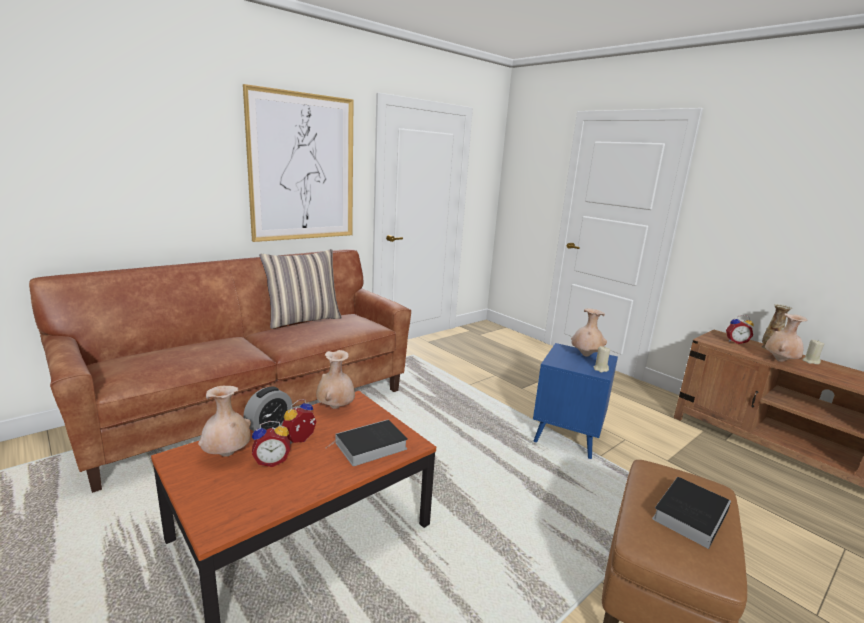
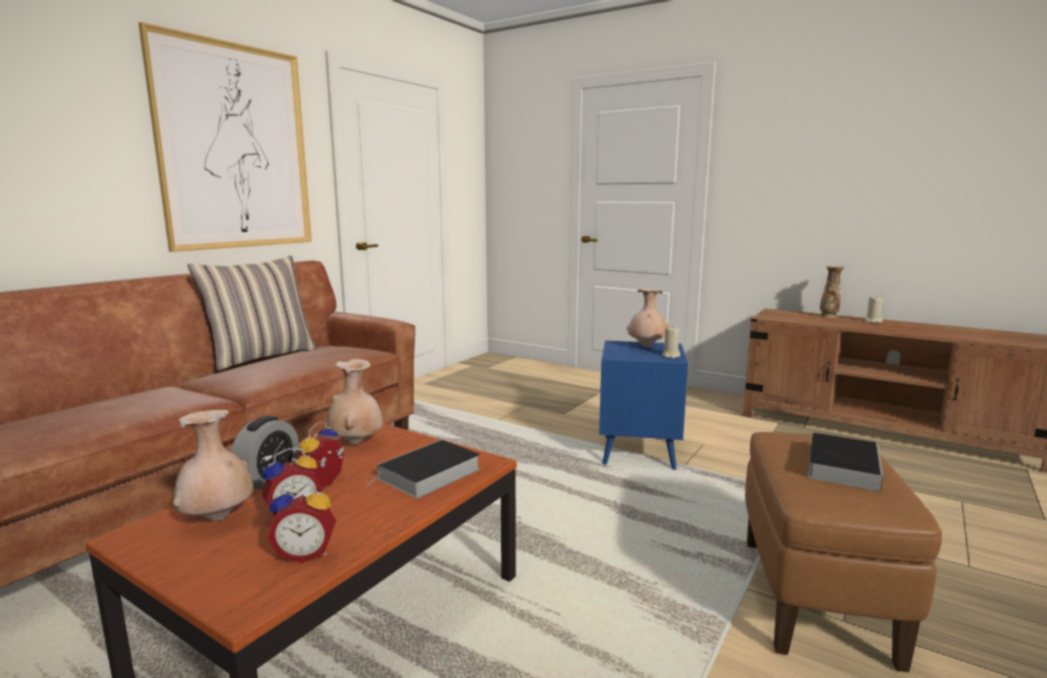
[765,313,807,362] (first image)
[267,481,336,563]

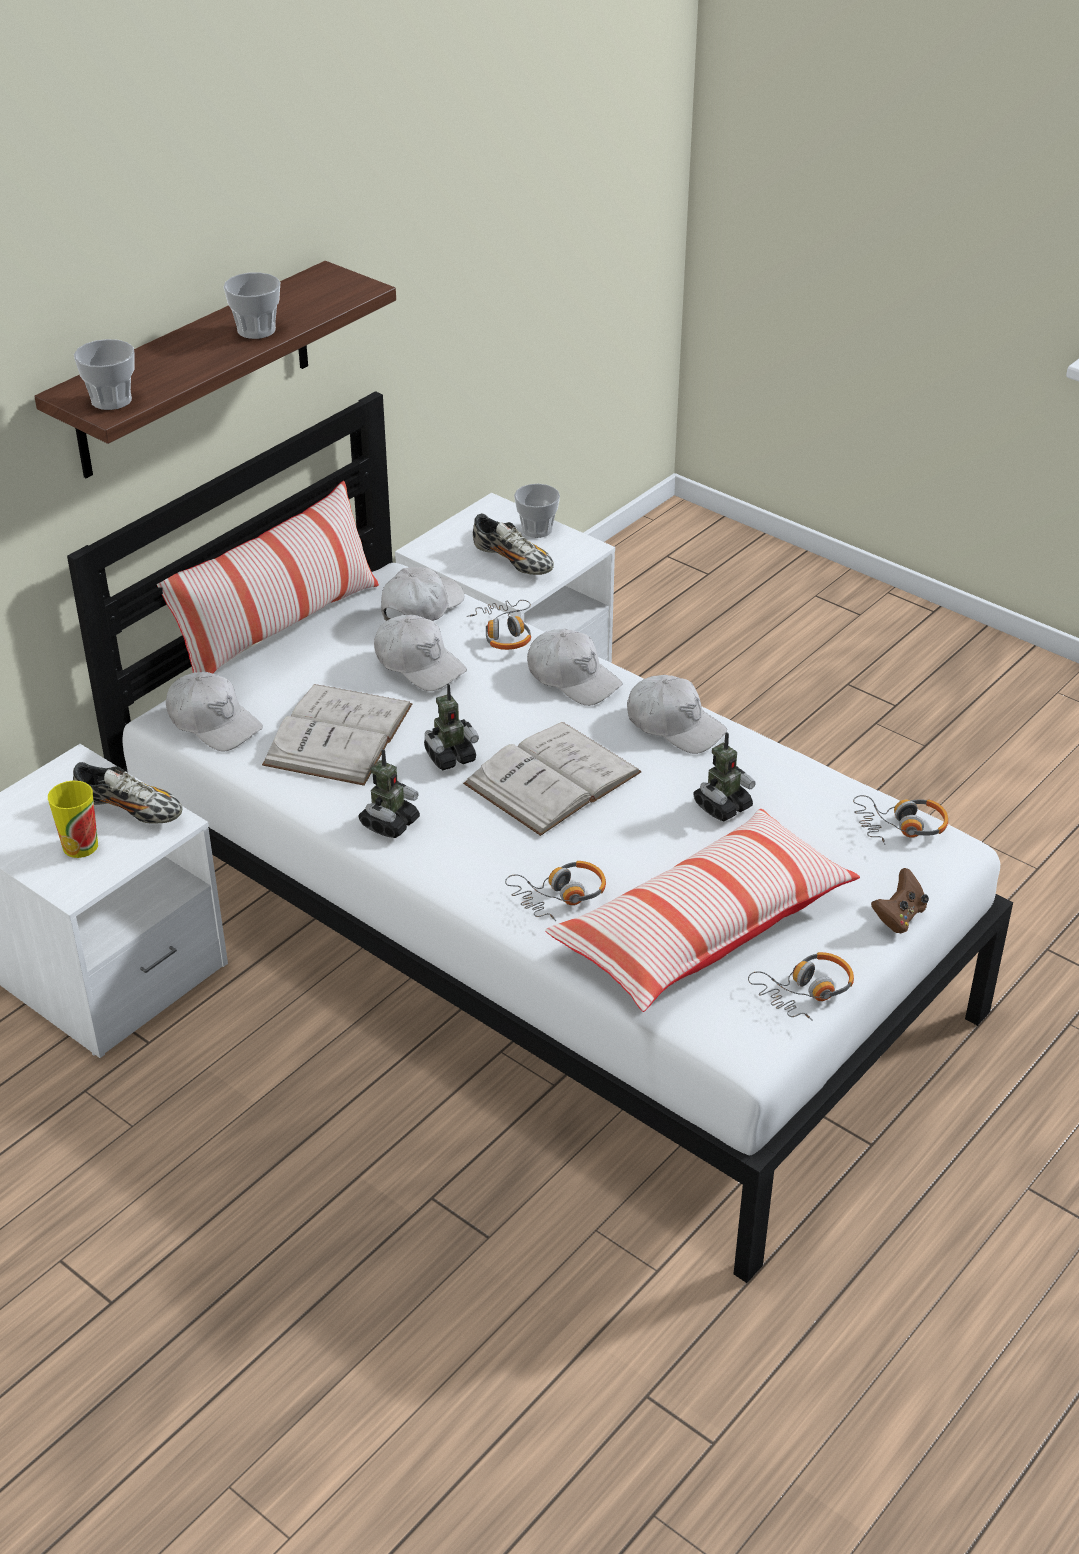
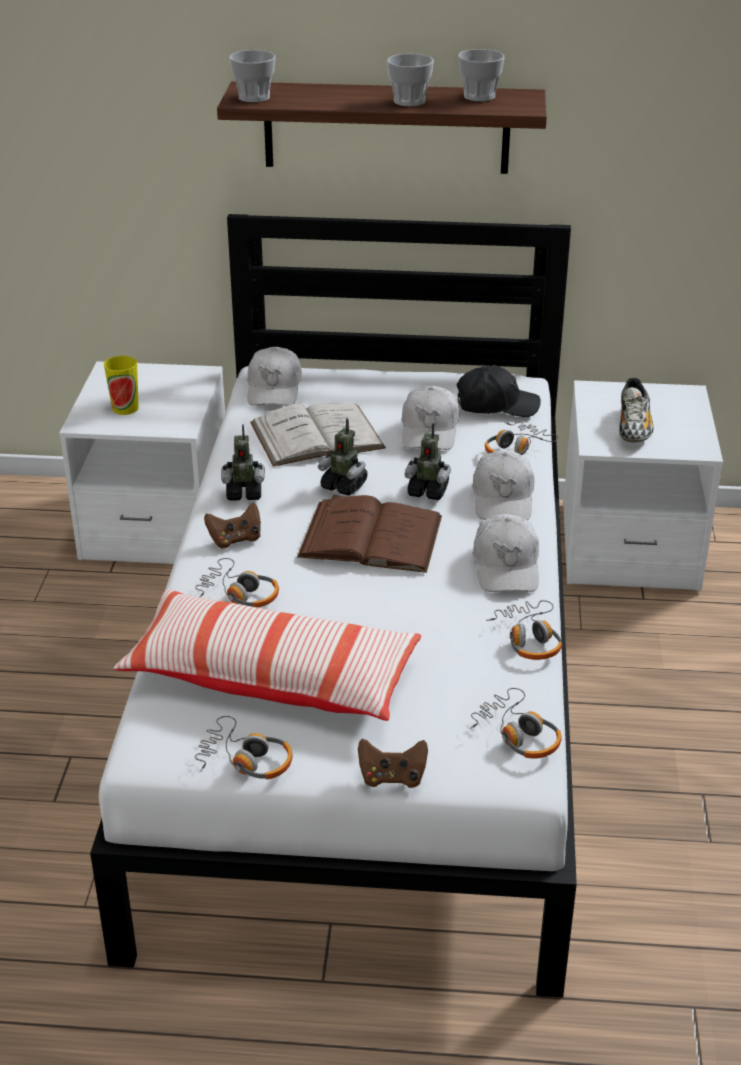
[157,481,379,674] (first image)
[458,49,505,102]
[456,365,541,417]
[297,495,442,573]
[405,423,451,500]
[73,762,182,824] (first image)
[204,503,261,549]
[486,600,562,660]

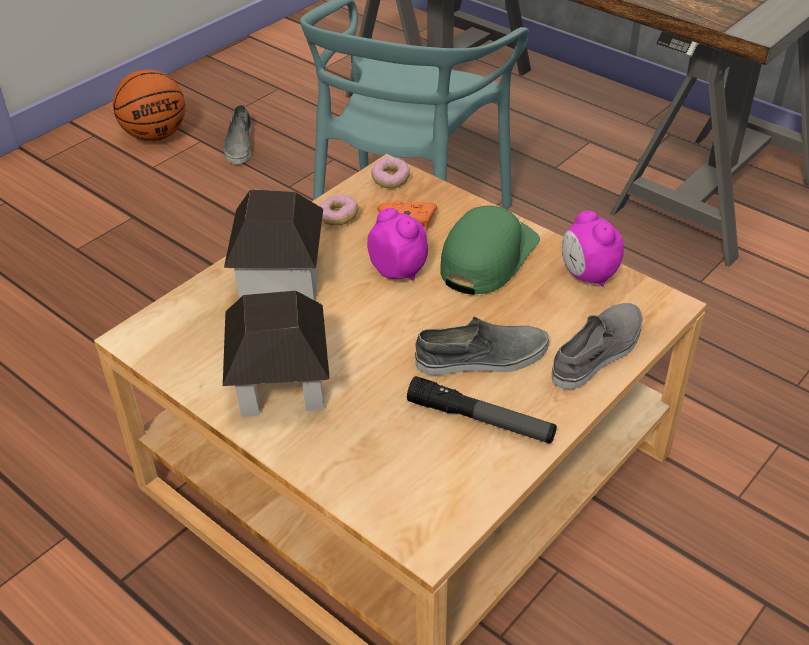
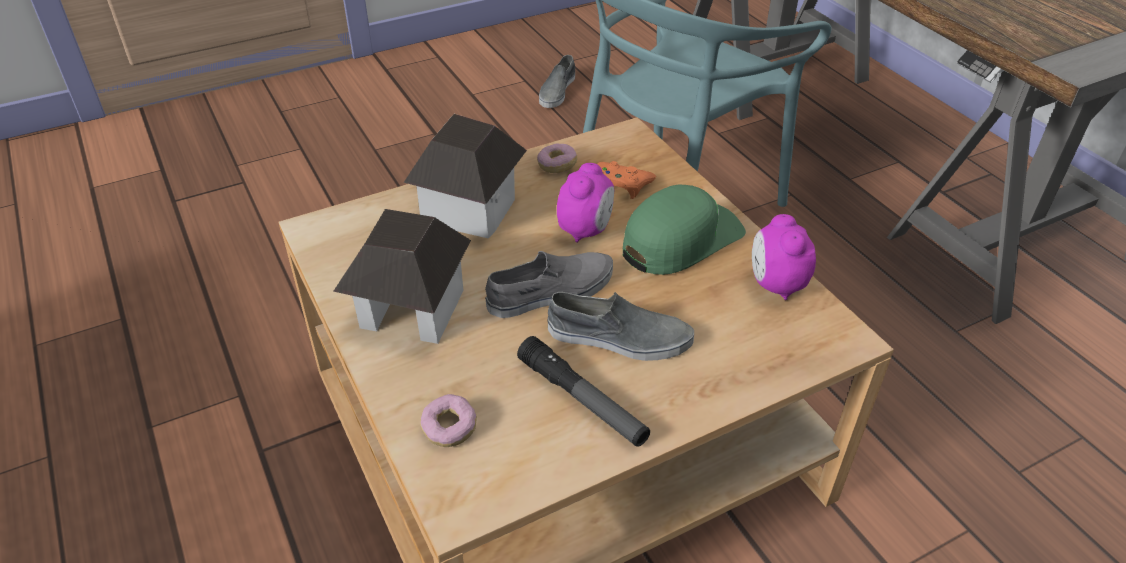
[113,69,186,141] (first image)
[420,394,477,447]
[557,163,614,243]
[485,251,613,318]

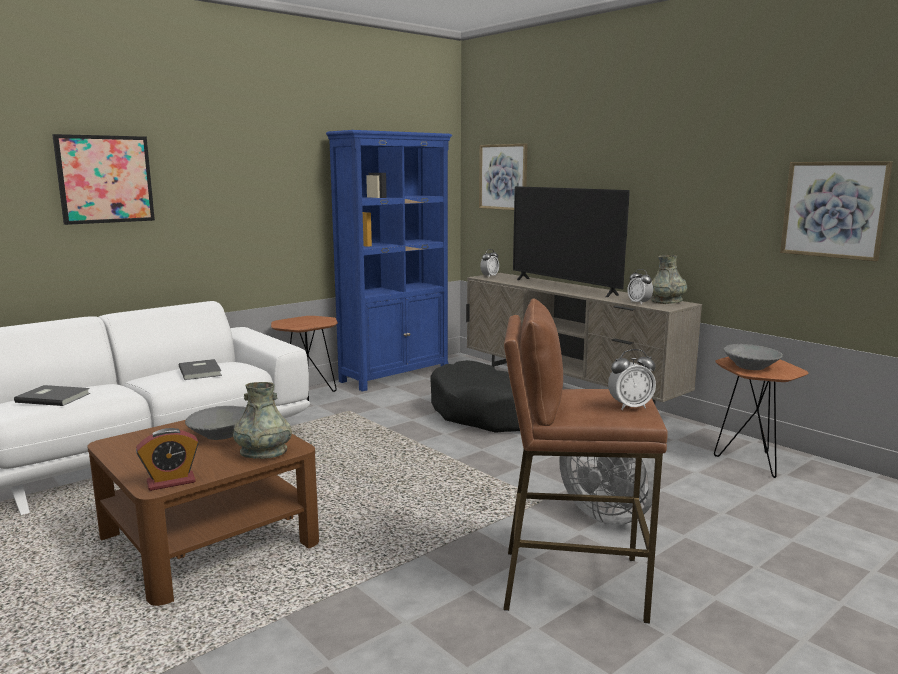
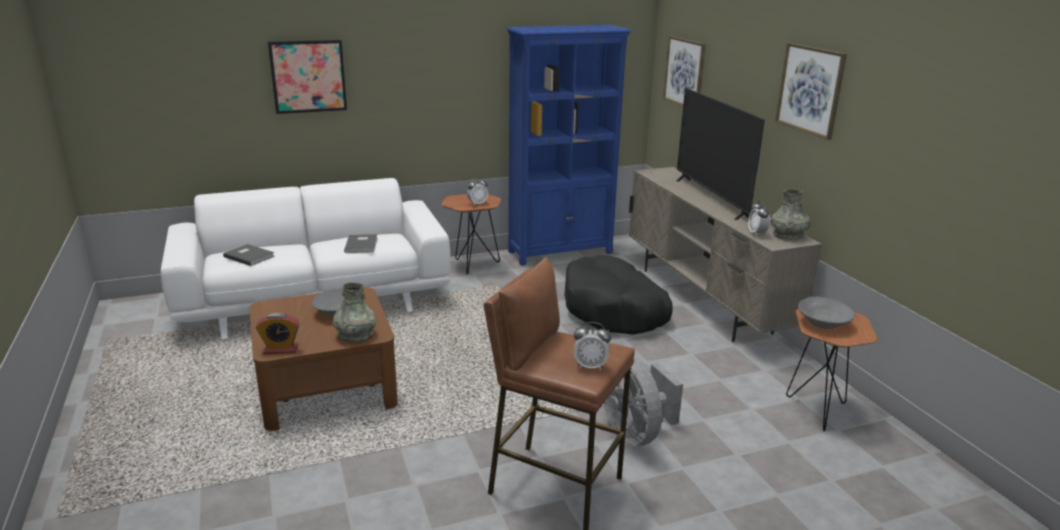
[775,43,847,140]
[467,177,488,205]

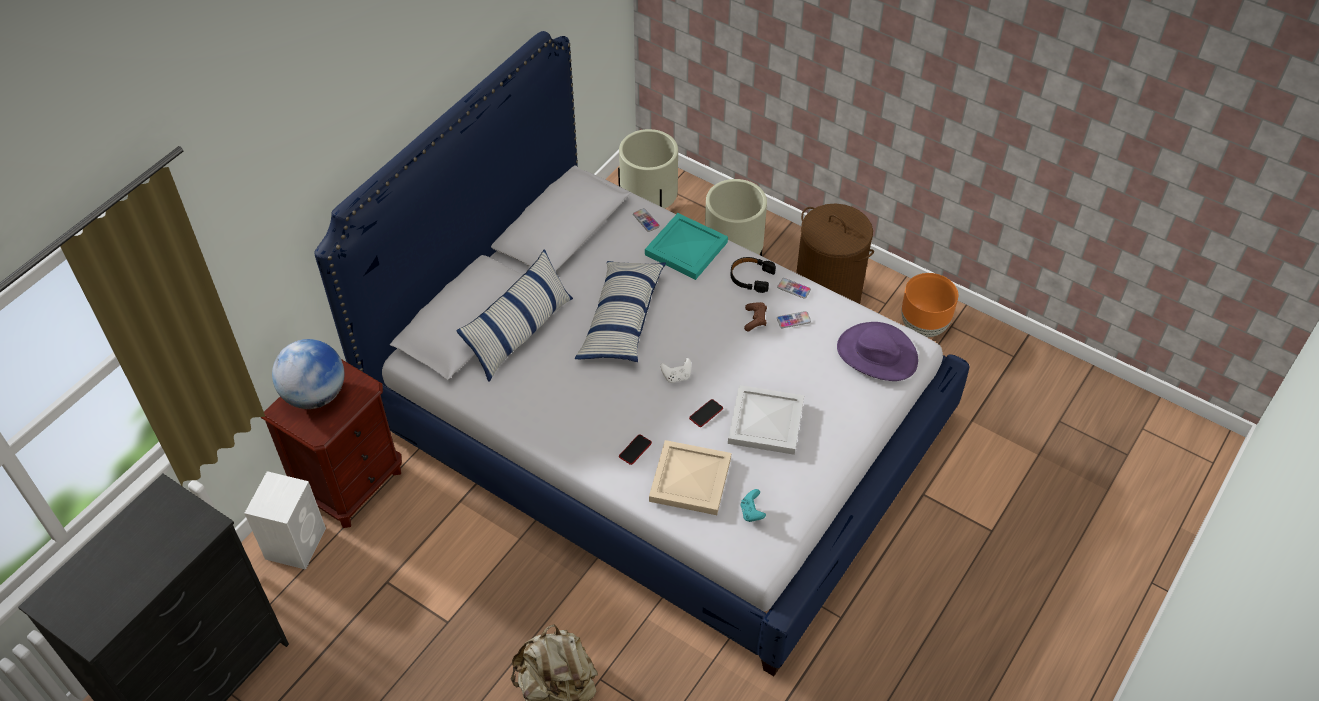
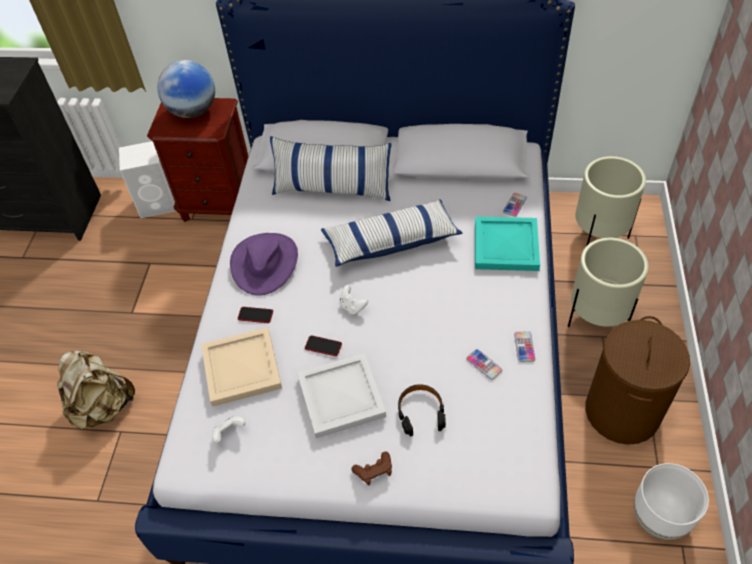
[398,384,446,436]
[634,463,709,540]
[352,452,392,486]
[230,233,298,296]
[212,417,245,443]

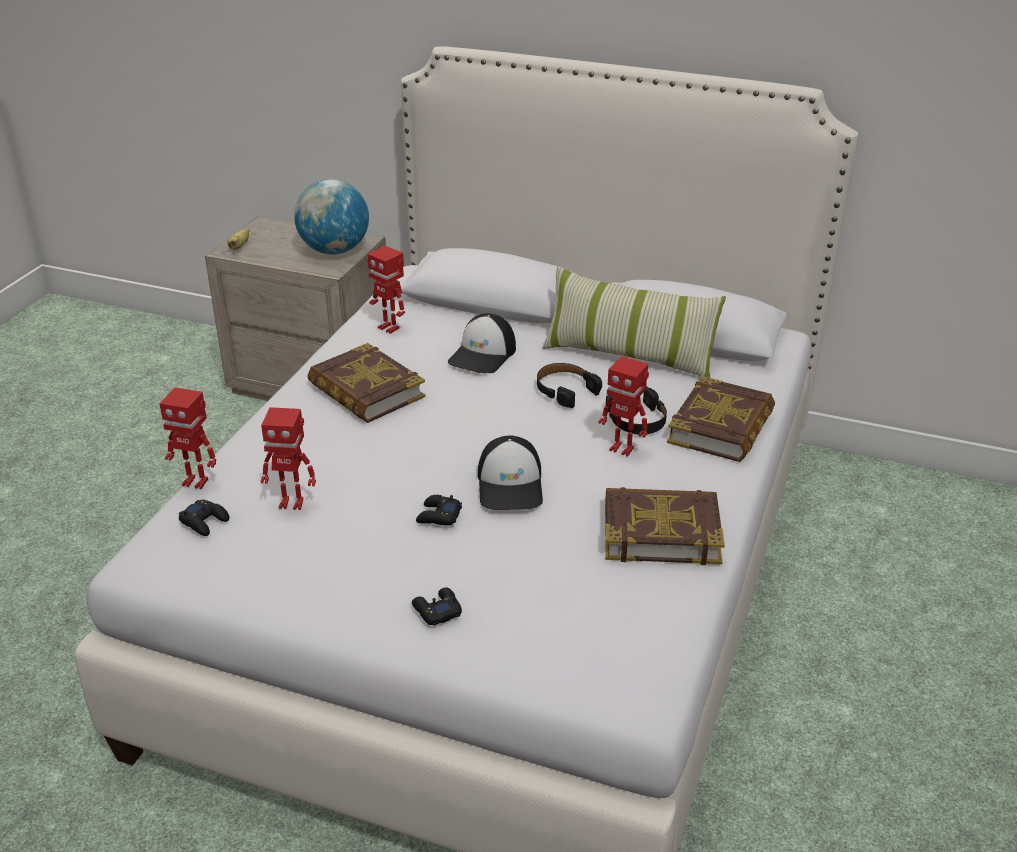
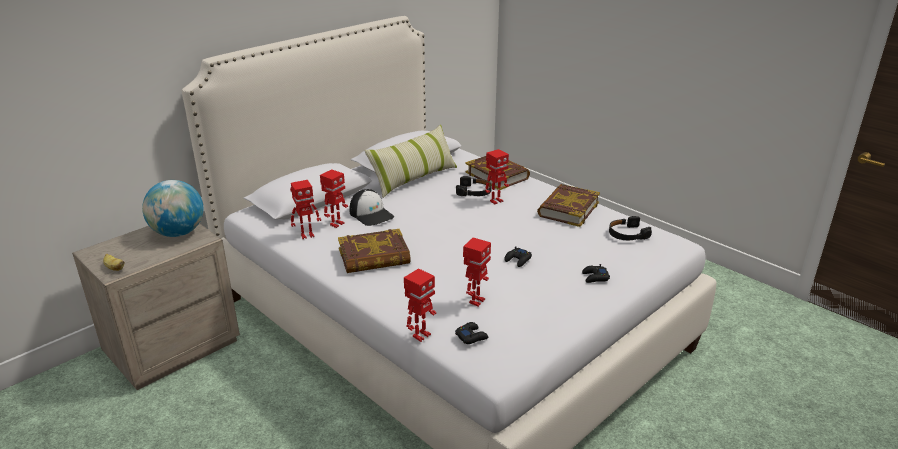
[609,216,652,240]
[478,436,543,510] (first image)
[320,170,348,228]

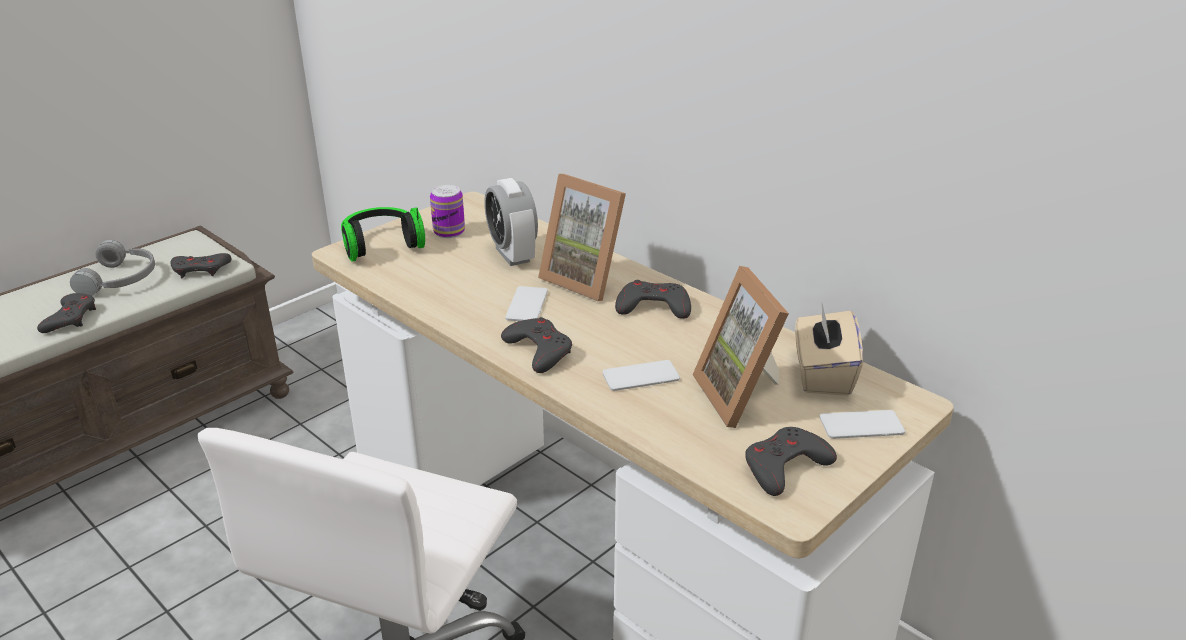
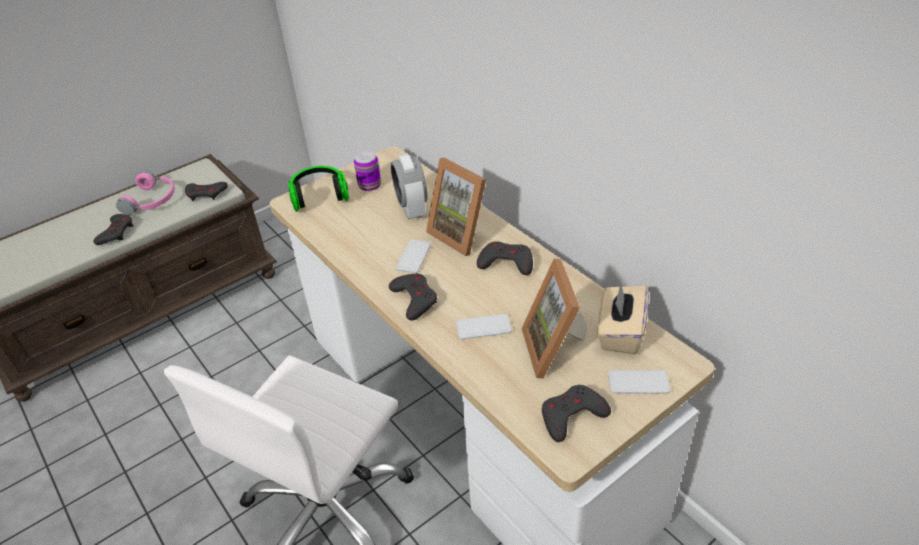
[116,171,175,215]

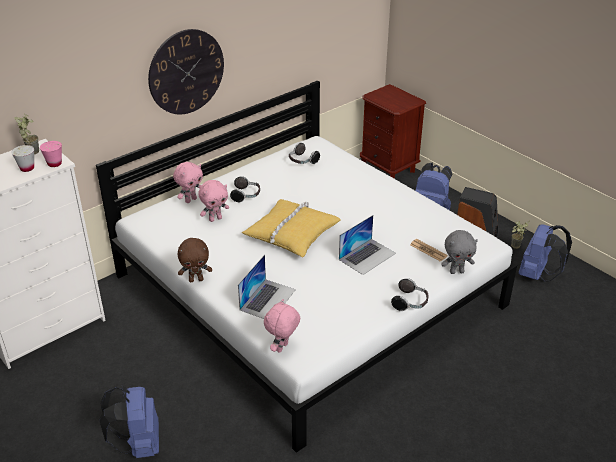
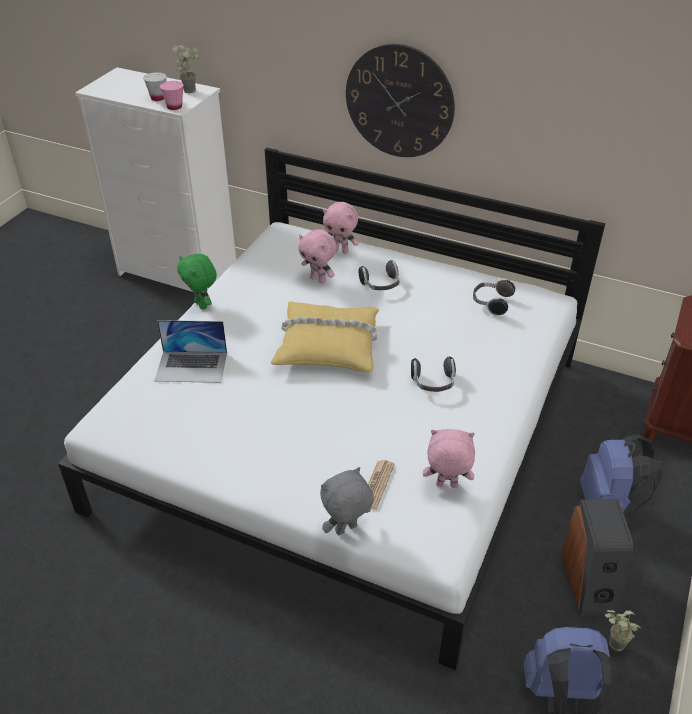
[339,215,396,275] (first image)
[320,467,374,535]
[177,254,217,309]
[411,357,456,392]
[423,429,475,488]
[99,385,159,458] (first image)

